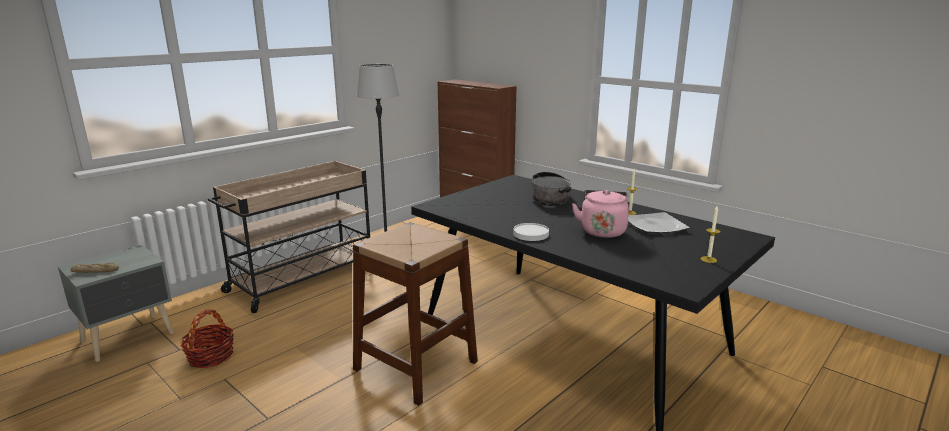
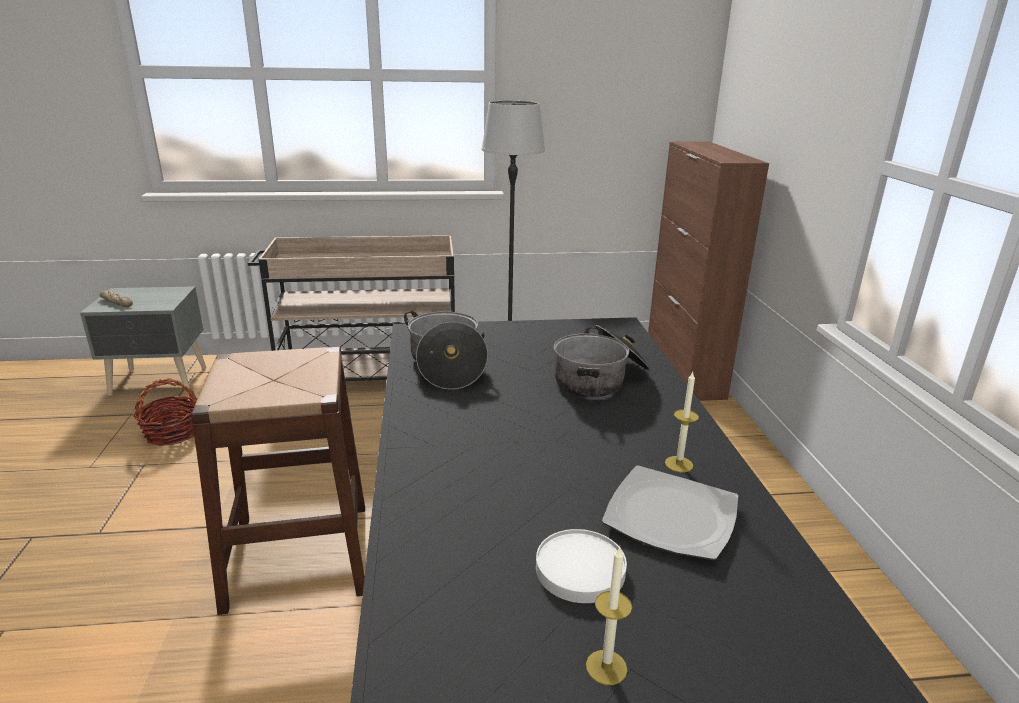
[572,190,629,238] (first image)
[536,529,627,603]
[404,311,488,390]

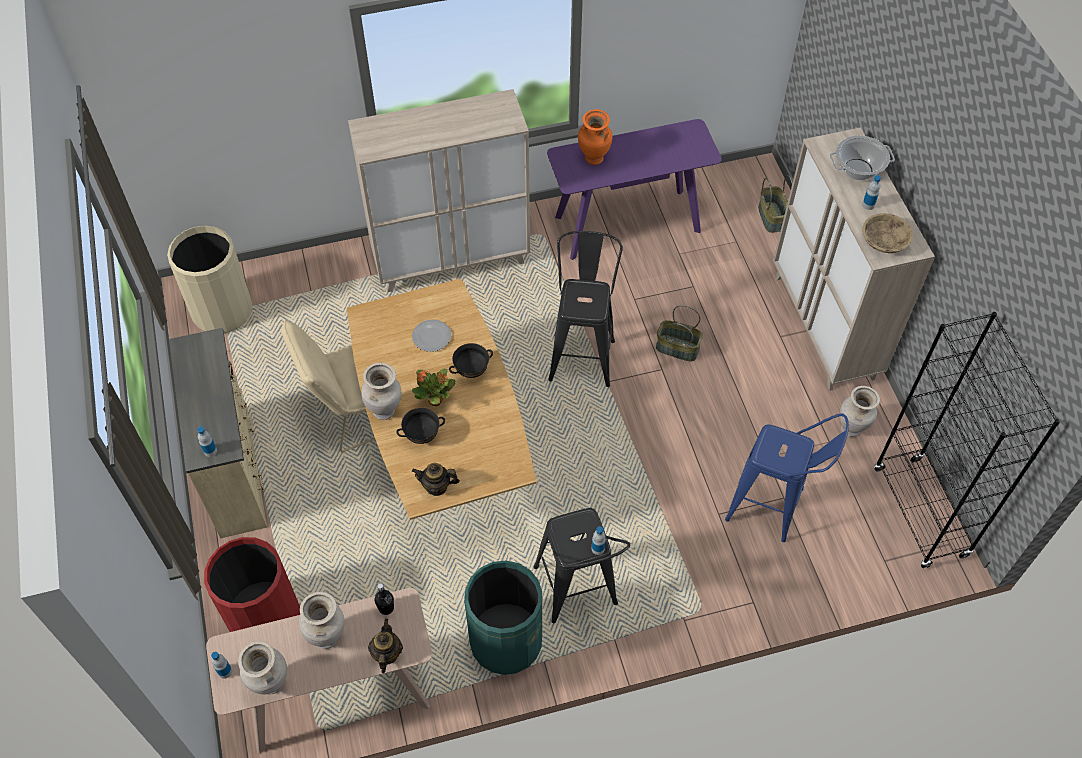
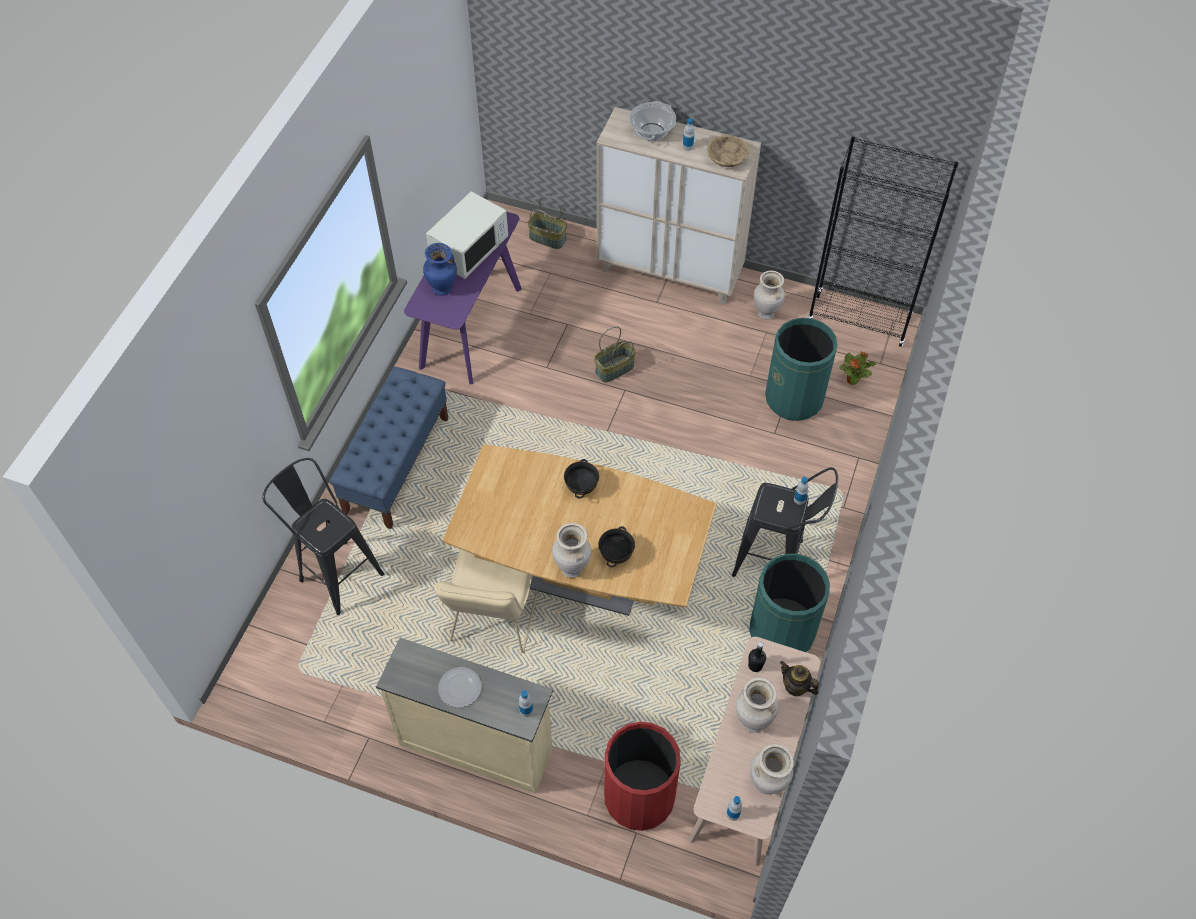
[329,367,448,529]
[423,243,457,296]
[167,226,252,333] (first image)
[262,458,384,615]
[438,667,481,707]
[839,351,876,385]
[765,318,838,421]
[412,463,460,496] (first image)
[426,191,508,279]

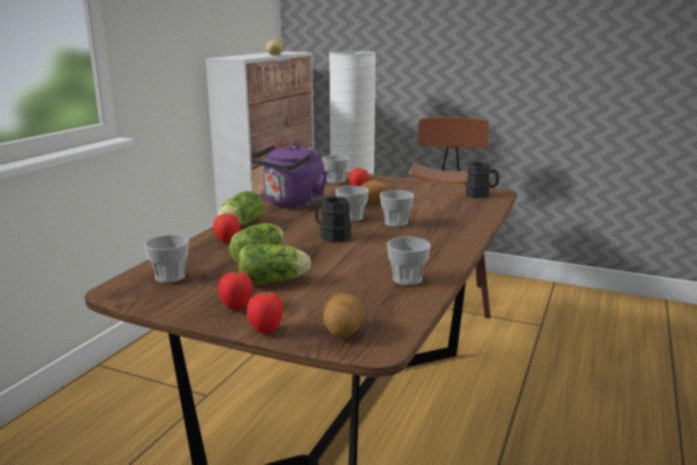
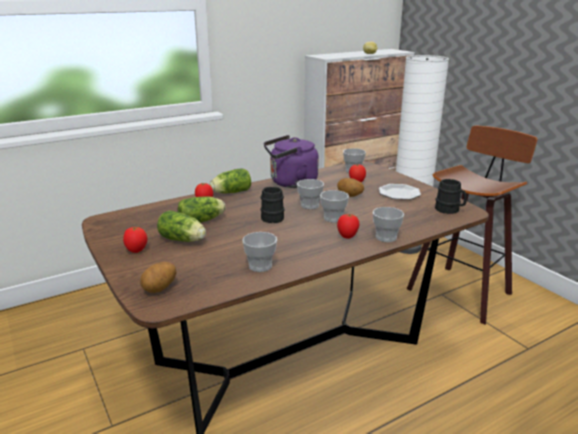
[373,207,404,242]
[337,214,359,239]
[379,184,421,200]

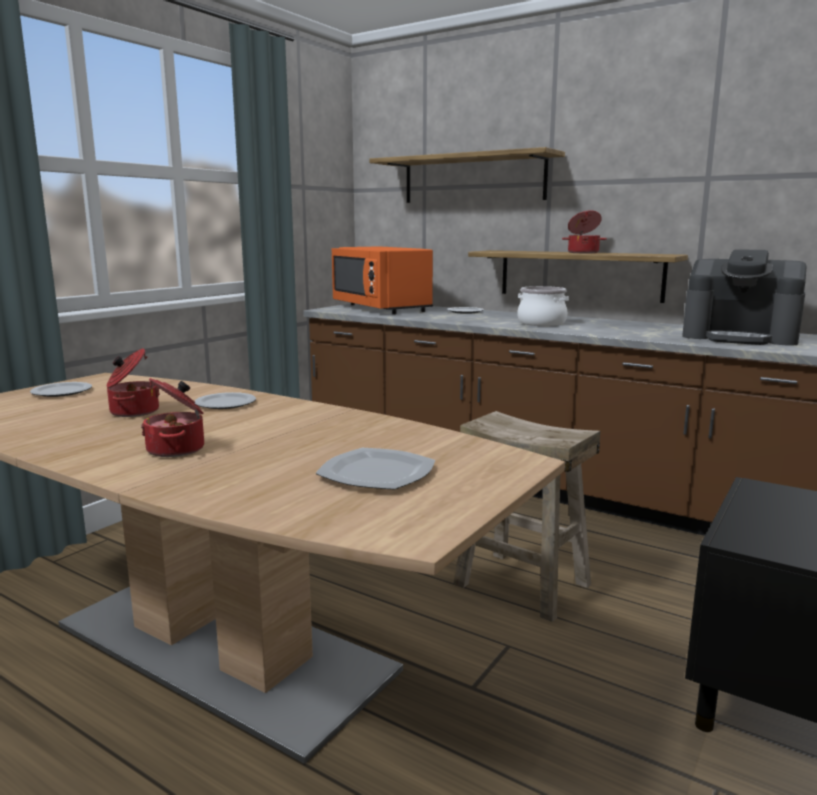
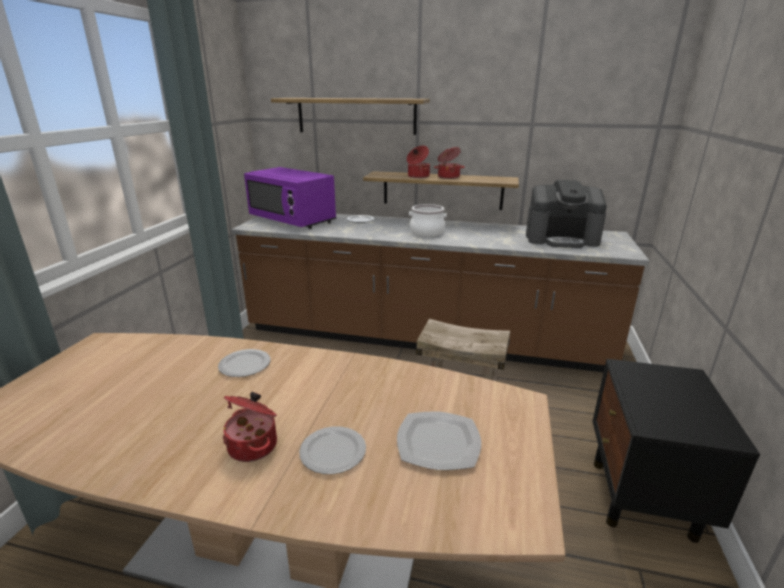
[244,167,336,229]
[407,146,430,178]
[299,426,366,474]

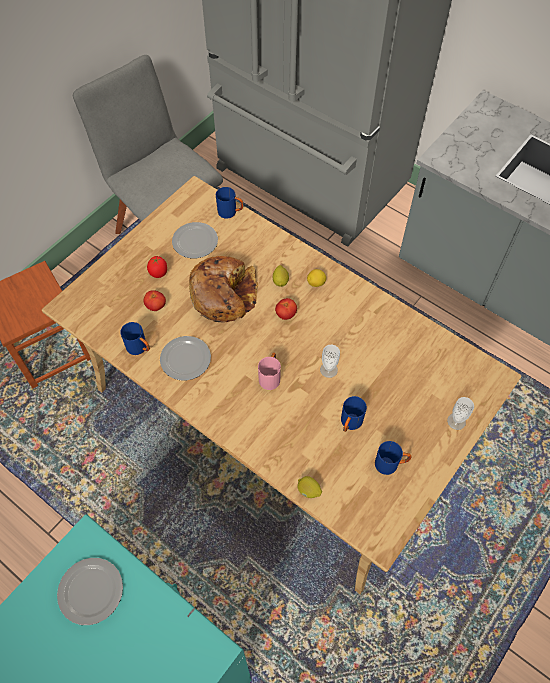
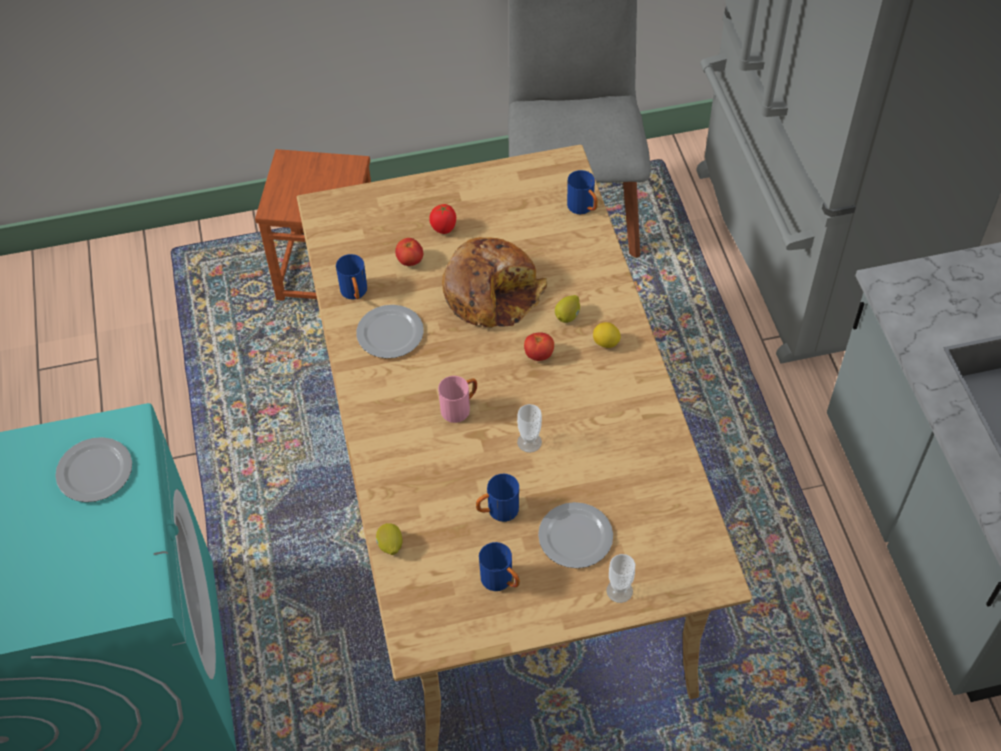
[538,502,613,568]

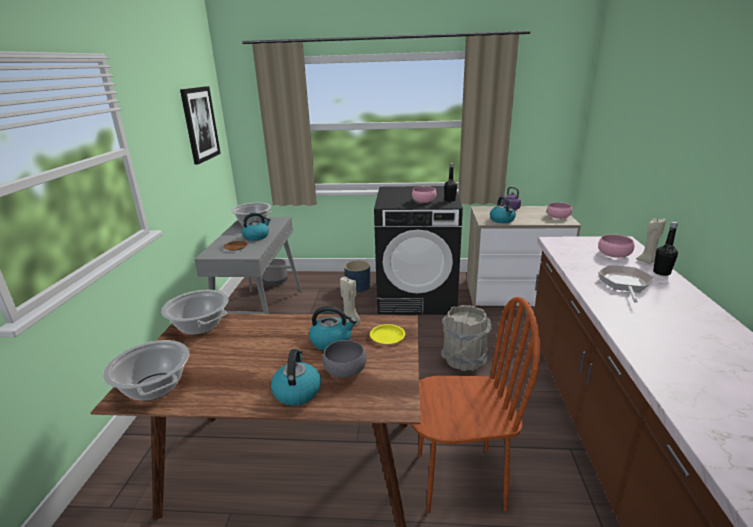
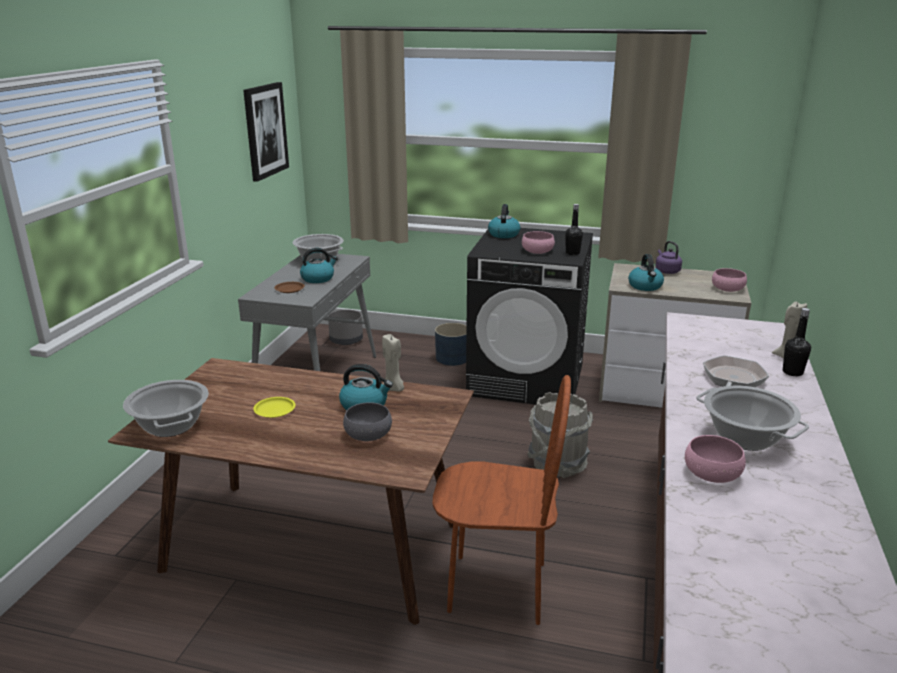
[685,435,746,483]
[696,386,809,451]
[253,397,296,418]
[488,204,520,238]

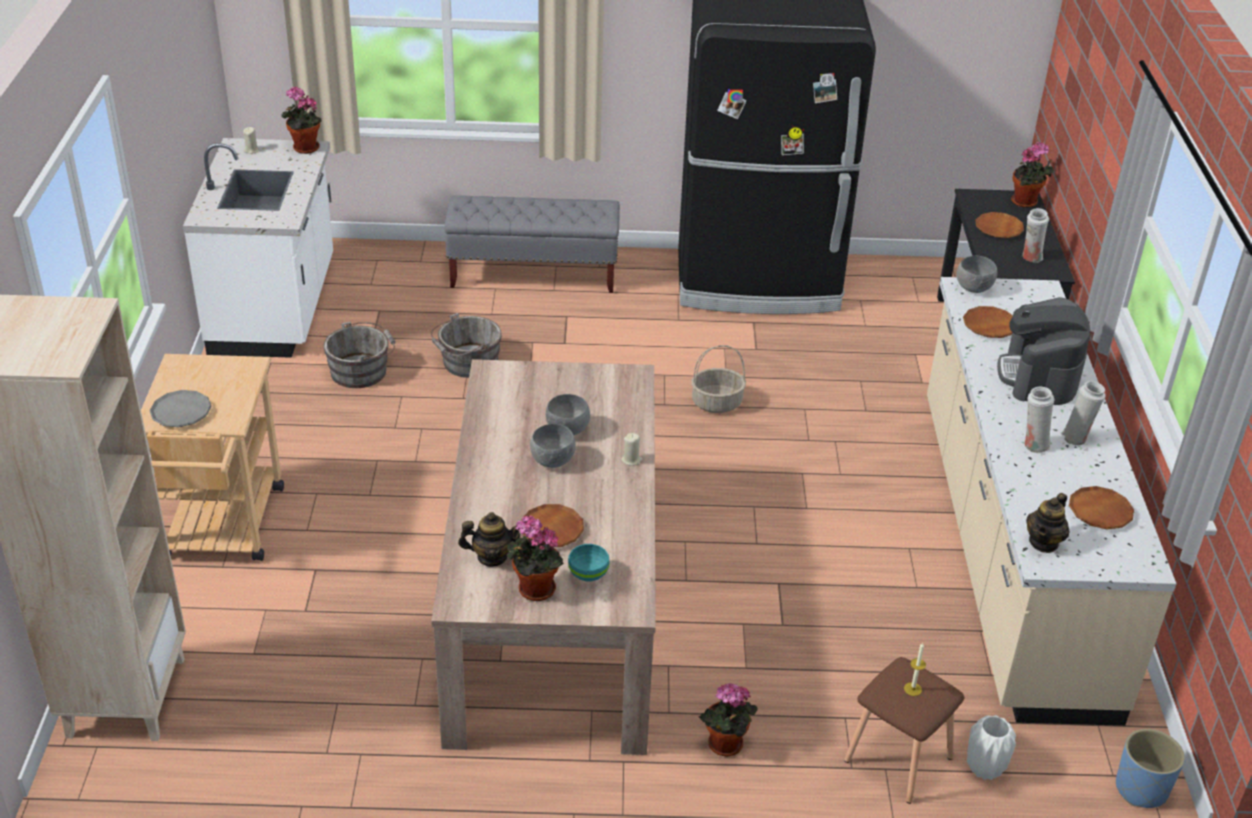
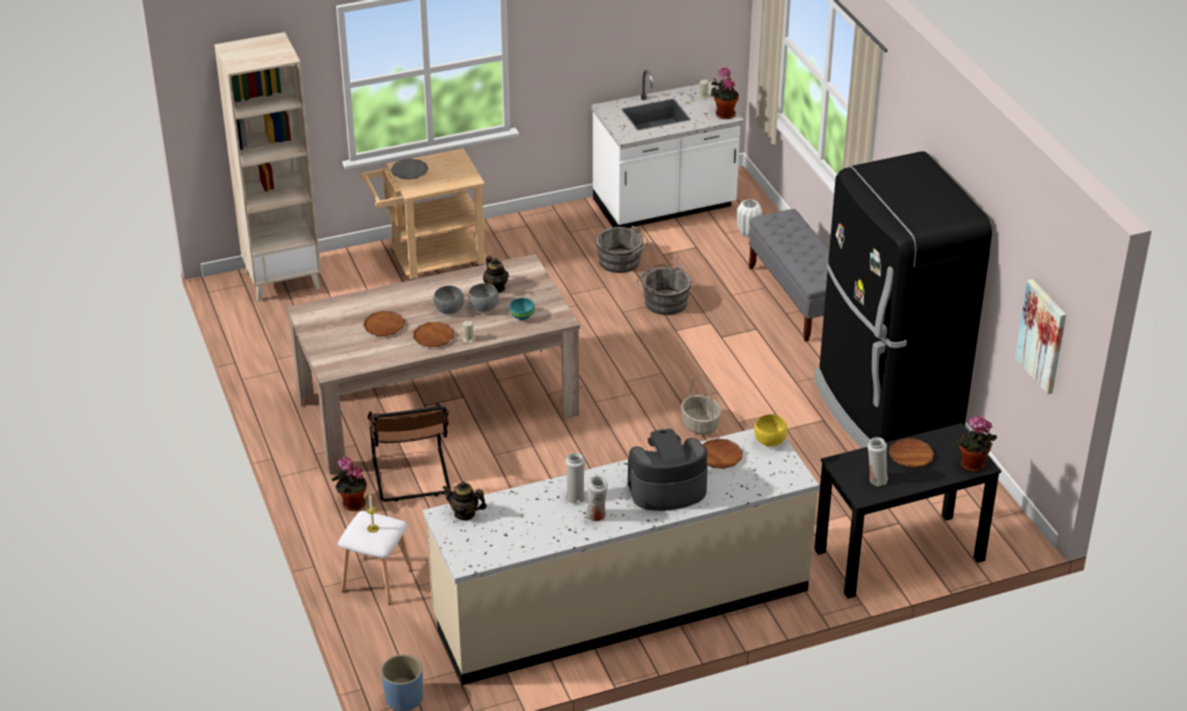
[754,414,788,446]
[413,322,454,347]
[483,256,509,293]
[507,515,564,601] (first image)
[510,298,535,320]
[338,511,413,605]
[737,199,762,237]
[1015,279,1066,394]
[368,403,451,502]

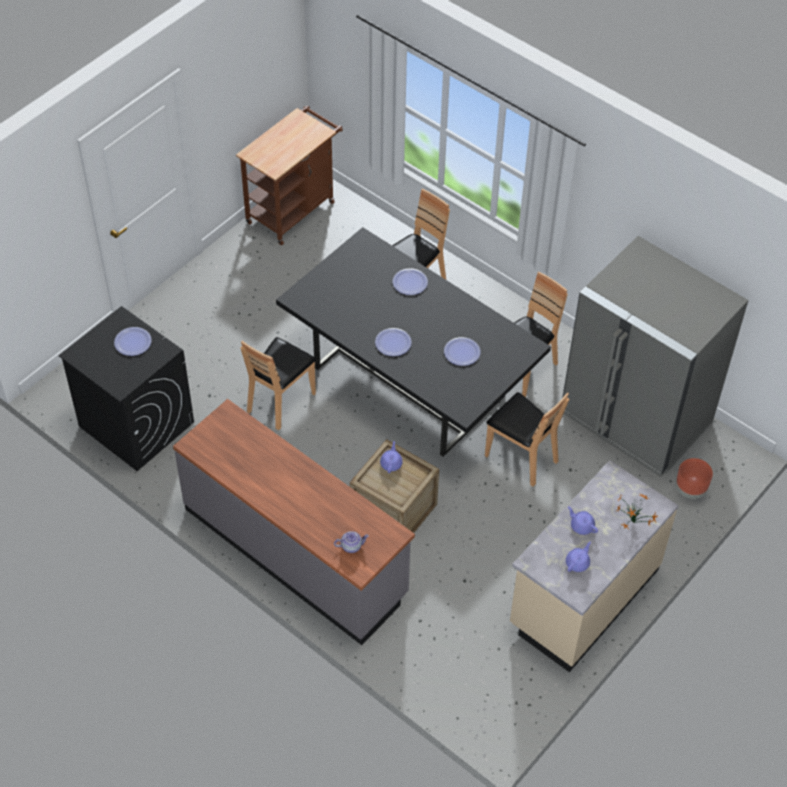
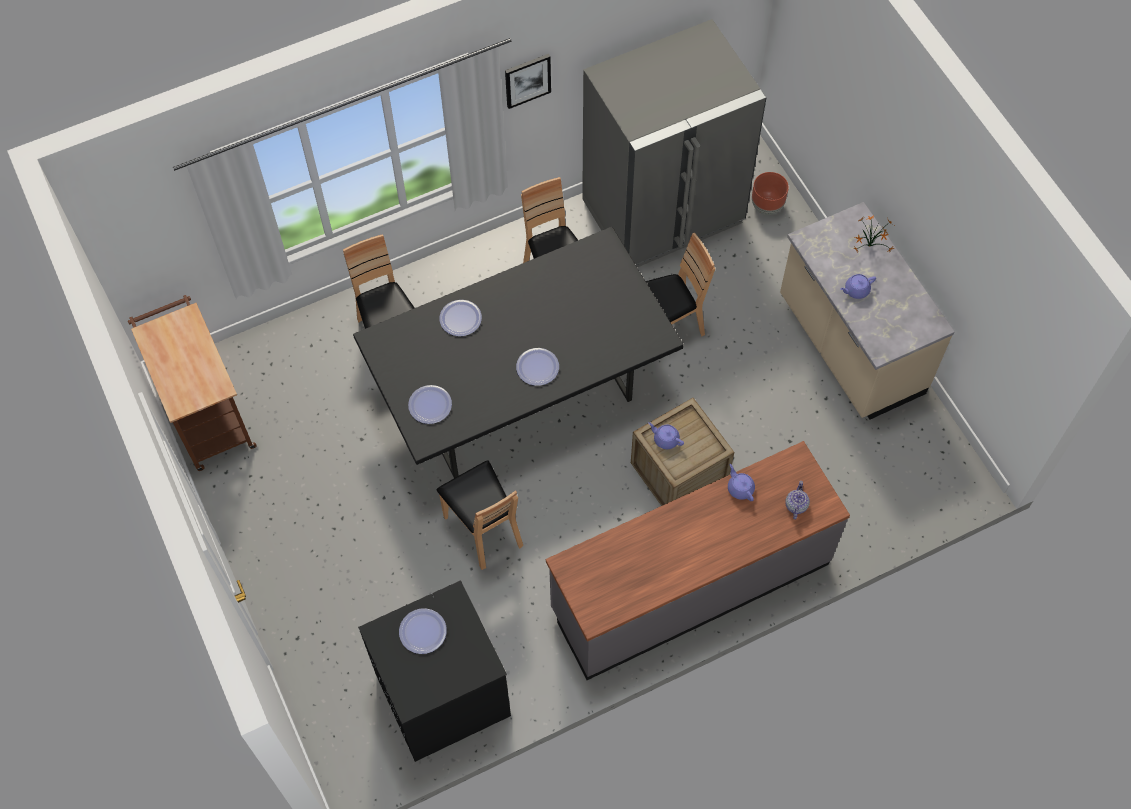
[408,385,452,424]
[728,464,755,501]
[505,54,551,109]

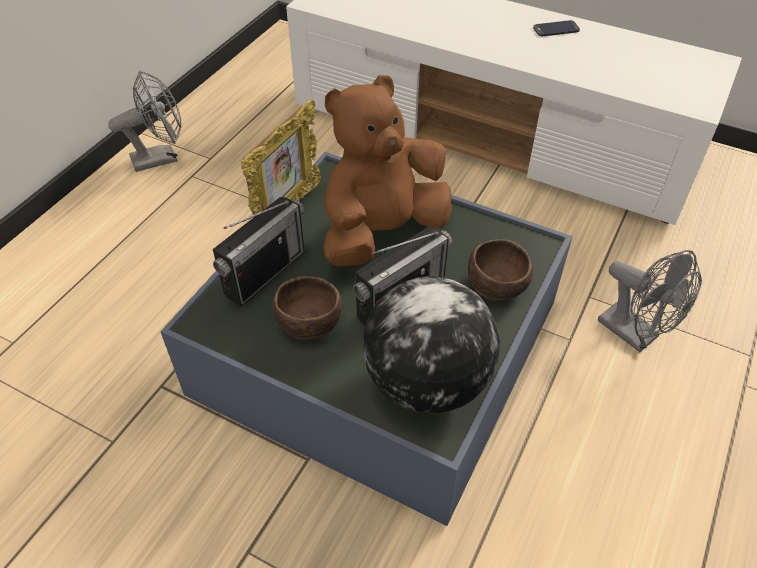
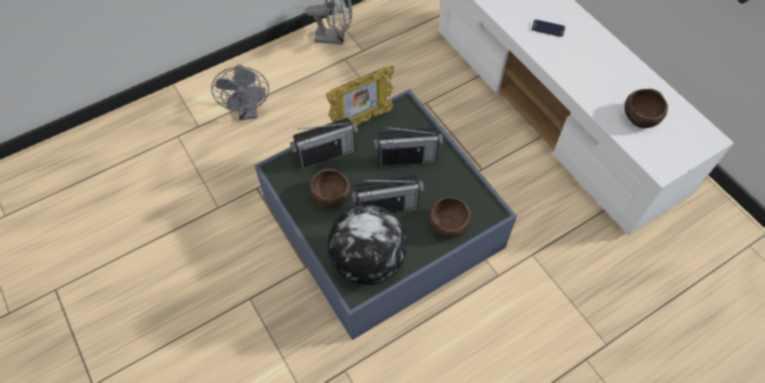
[531,19,565,37]
[374,127,443,168]
[211,64,269,120]
[624,89,668,128]

